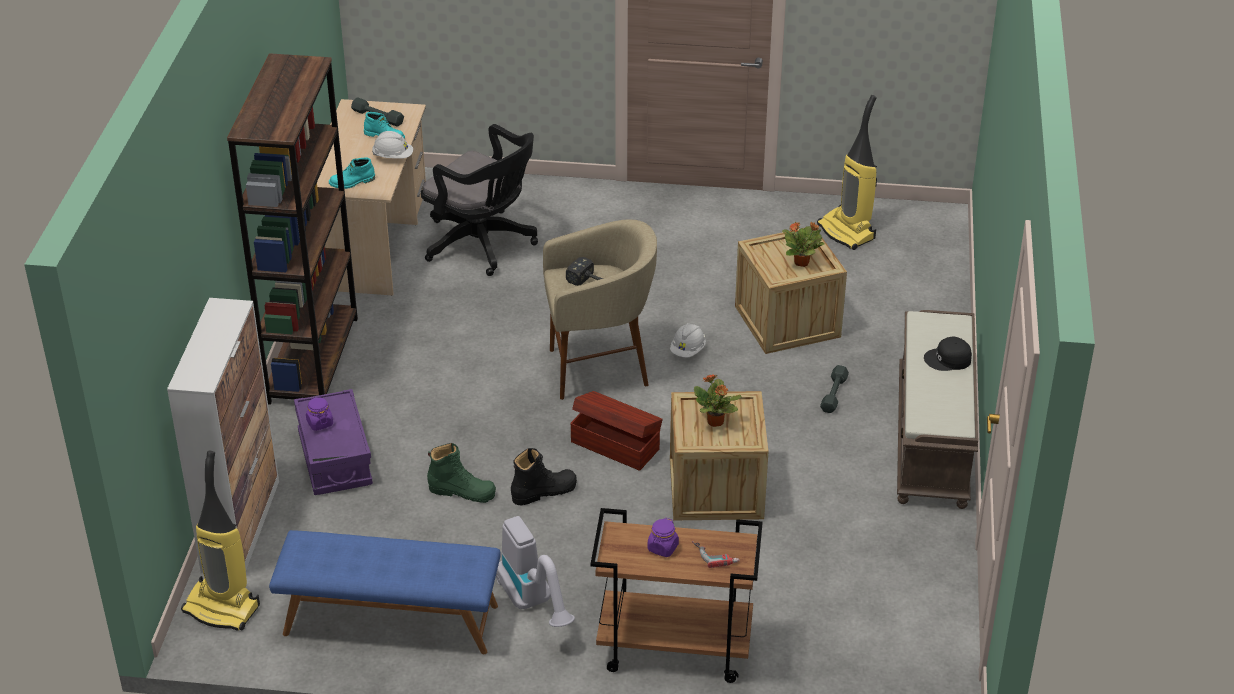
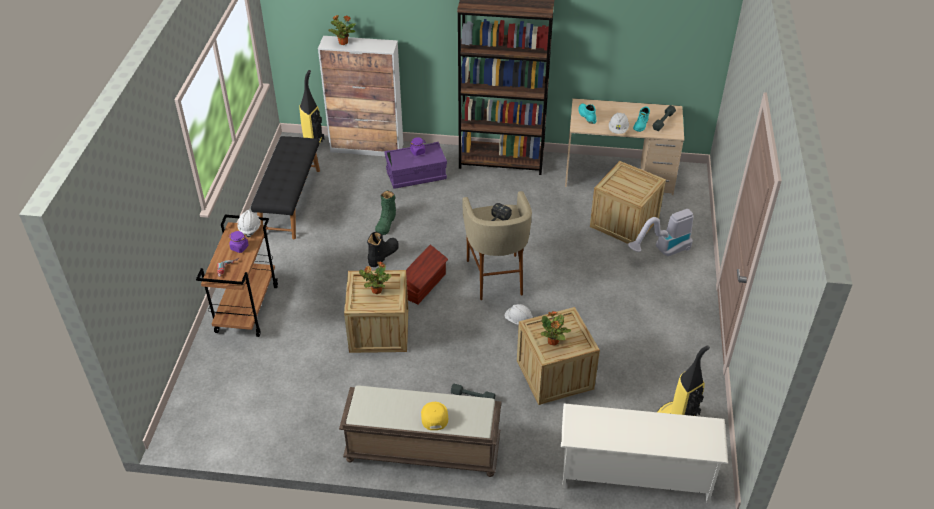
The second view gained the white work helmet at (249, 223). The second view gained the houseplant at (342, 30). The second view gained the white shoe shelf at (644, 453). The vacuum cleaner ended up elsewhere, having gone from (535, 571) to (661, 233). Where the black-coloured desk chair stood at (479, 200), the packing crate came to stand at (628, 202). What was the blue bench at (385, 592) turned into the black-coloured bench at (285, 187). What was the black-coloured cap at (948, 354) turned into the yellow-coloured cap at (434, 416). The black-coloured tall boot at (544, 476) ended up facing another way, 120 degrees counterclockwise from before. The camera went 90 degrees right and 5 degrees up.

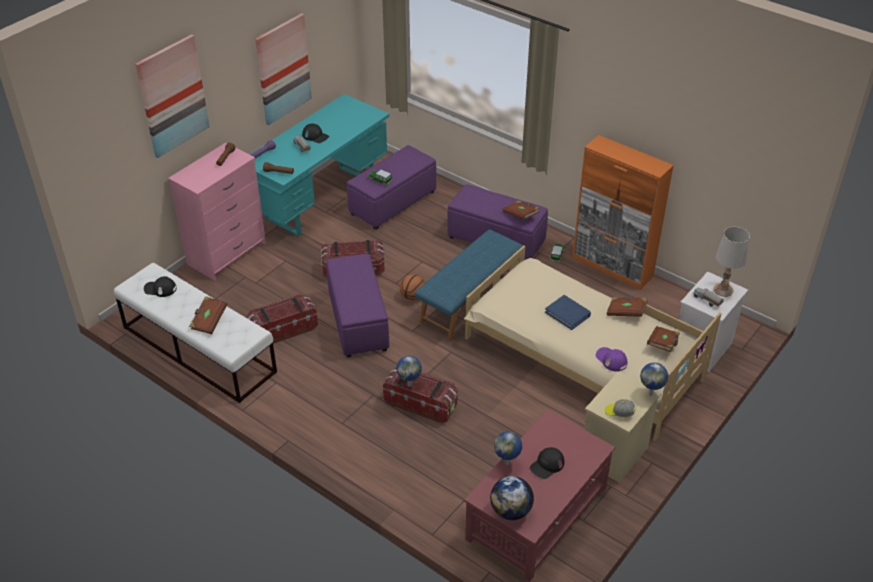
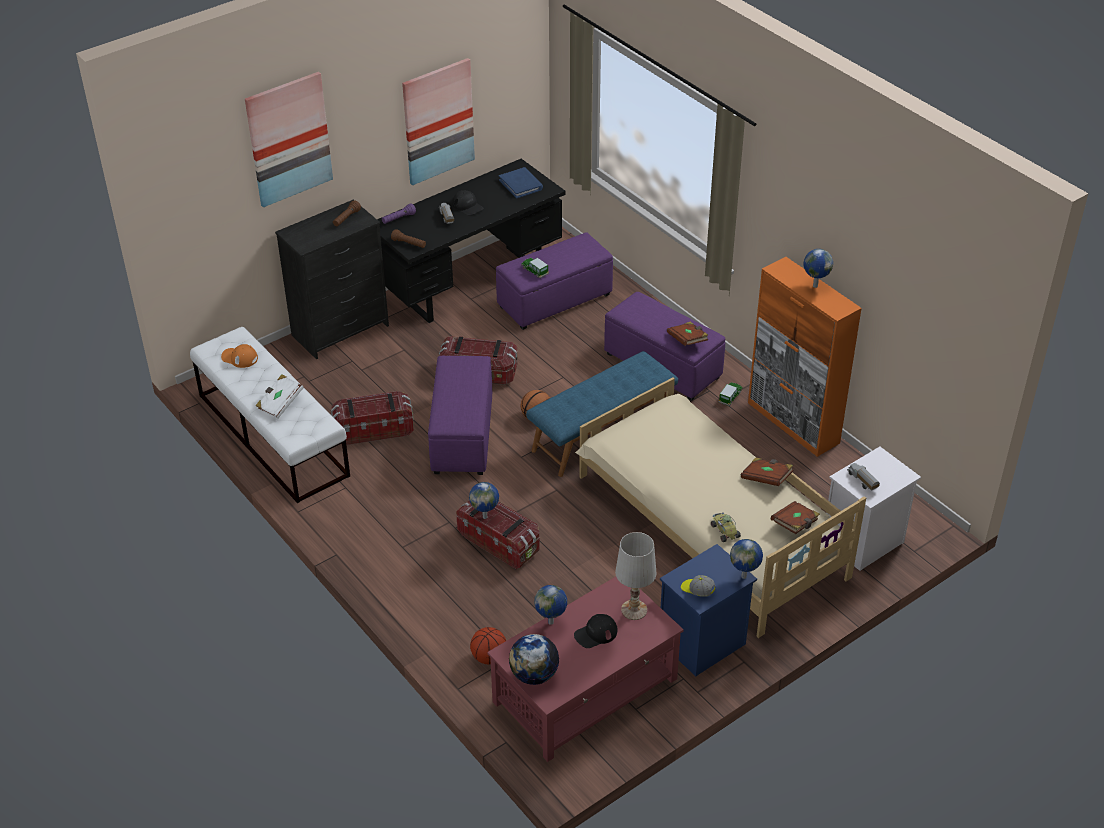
The second view gained the basketball ball at (488, 646). The second view gained the globe at (818, 268). The blue book ended up elsewhere, having gone from (568, 312) to (521, 182). The white table lamp ended up elsewhere, having gone from (732, 262) to (635, 576). Where the purple cap stood at (611, 359), the miniature car came to stand at (726, 527). What was the black-coloured cap at (160, 286) turned into the orange cap at (239, 356). What was the pink-coloured chest of drawers at (217, 212) turned into the black-coloured chest of drawers at (332, 279). What was the brown-coloured book at (208, 315) turned into the white book at (280, 397). What was the turquoise-coloured desk at (319, 165) turned into the black-coloured desk at (471, 241). What was the sand-coloured night table at (622, 427) turned into the blue night table at (708, 610). The camera went 15 degrees right and 0 degrees up.

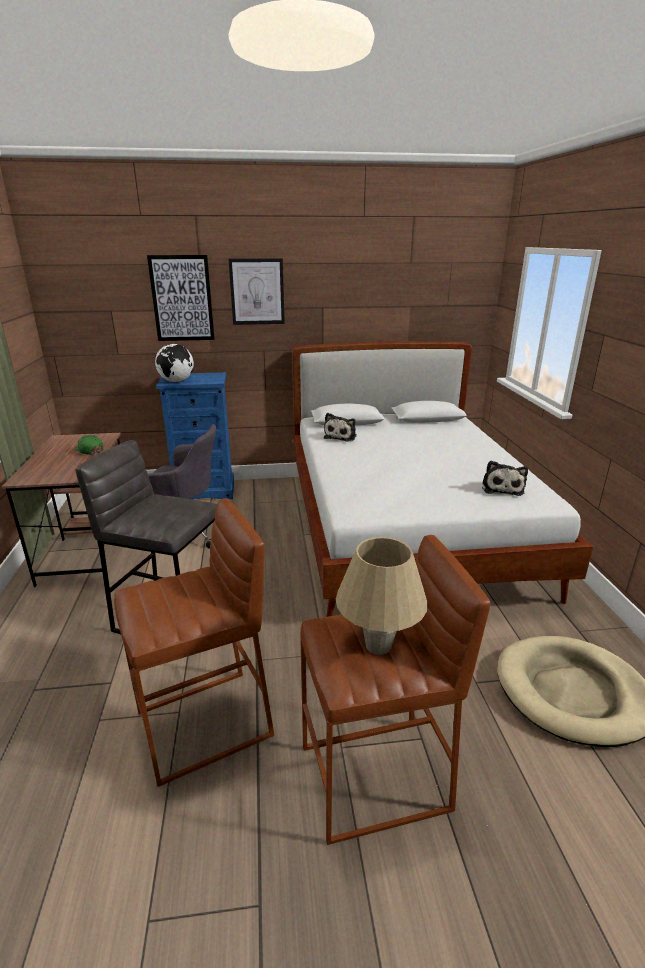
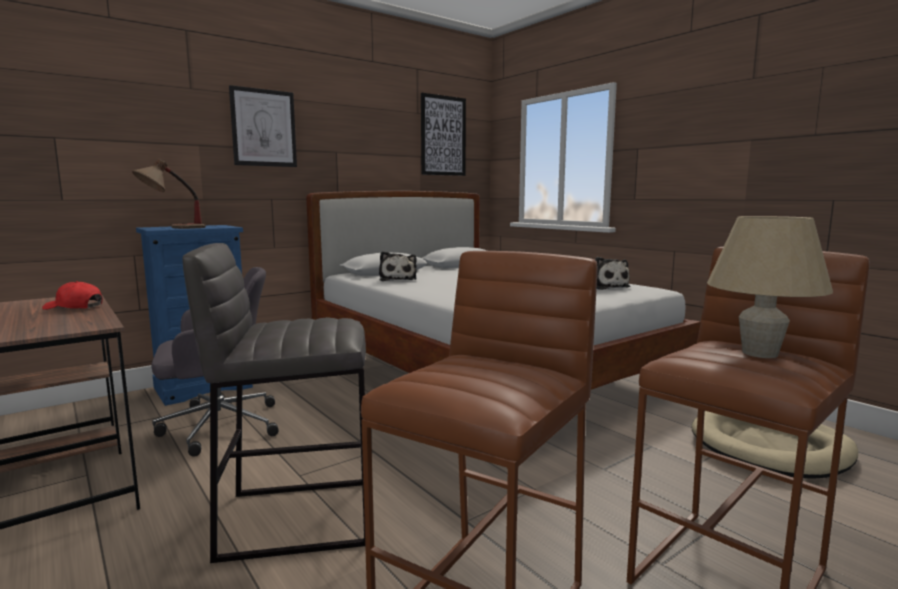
The picture ended up elsewhere, having gone from (181, 298) to (443, 134). Where the globe stood at (174, 363), the table lamp came to stand at (169, 194). What was the green cap at (88, 445) turned into the red-coloured cap at (72, 295). The camera went 30 degrees left and 15 degrees down.

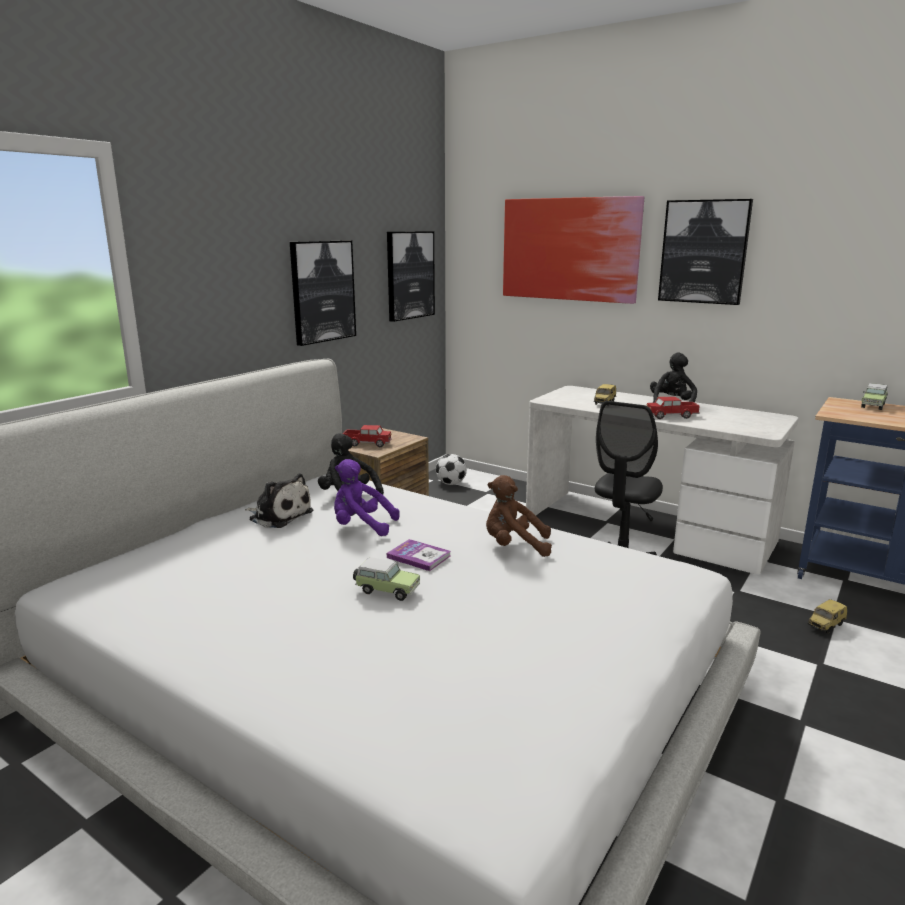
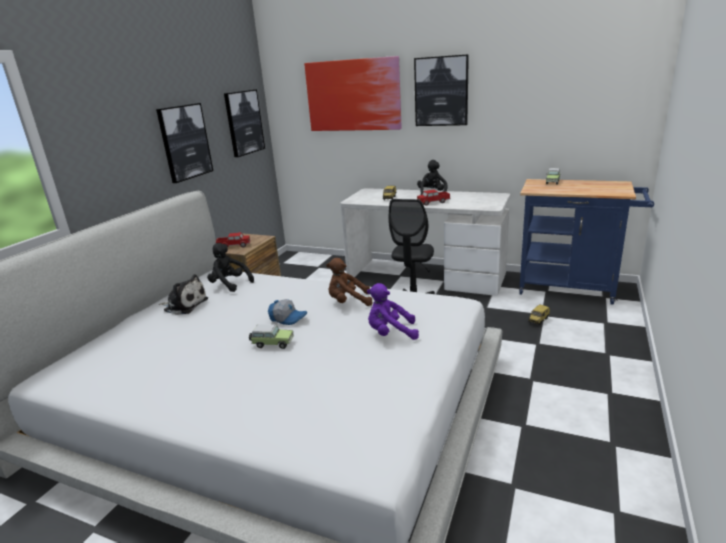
The second view lost the ball for football at (451, 469). The purple soft toy ended up elsewhere, having gone from (367, 497) to (393, 311). Where the book stood at (419, 555), the cap came to stand at (287, 312). The camera went 10 degrees left and 5 degrees up.

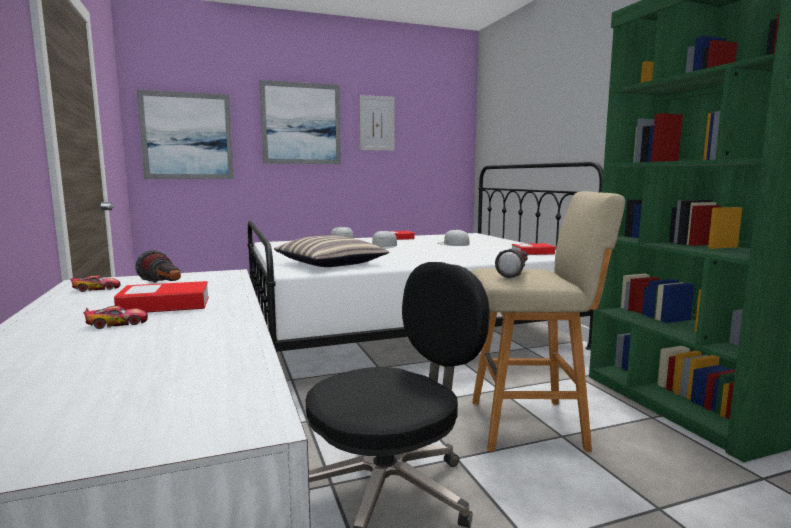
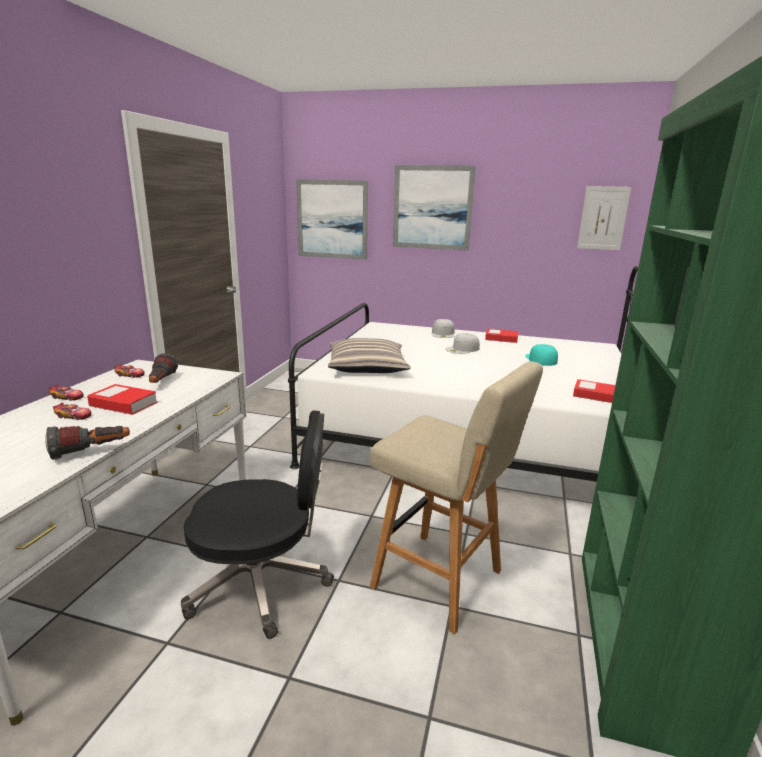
The second view gained the miniature car at (65, 393). The picture ended up elsewhere, having gone from (377, 123) to (604, 218). The hand torch ended up elsewhere, having gone from (511, 263) to (87, 443). What was the white cap at (453, 237) turned into the turquoise-coloured cap at (541, 355). The camera went 35 degrees right and 10 degrees up.

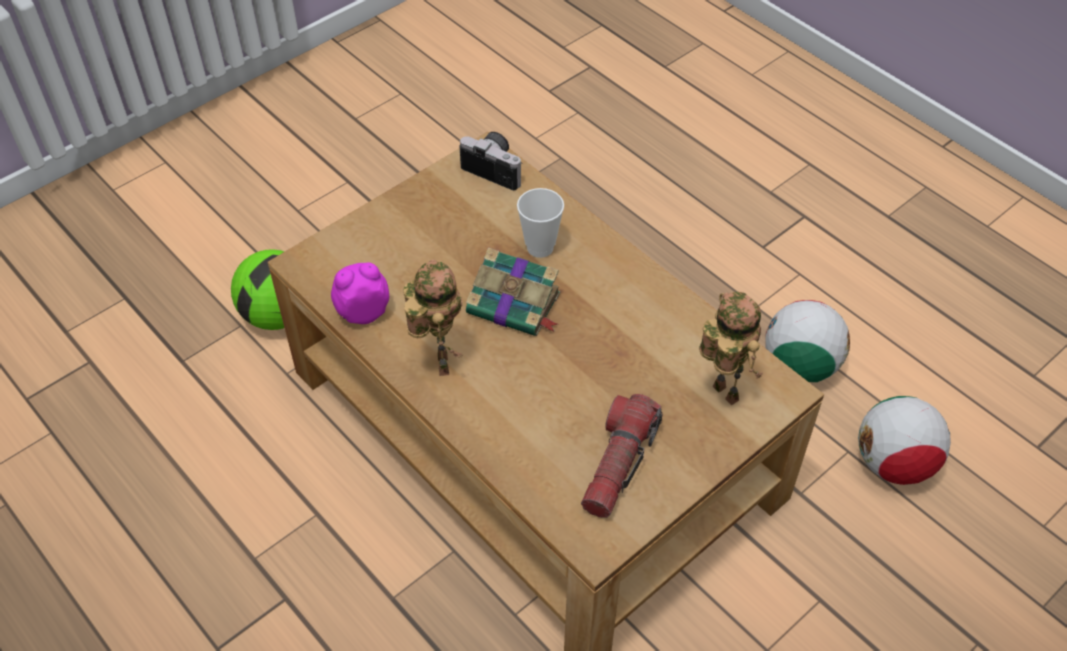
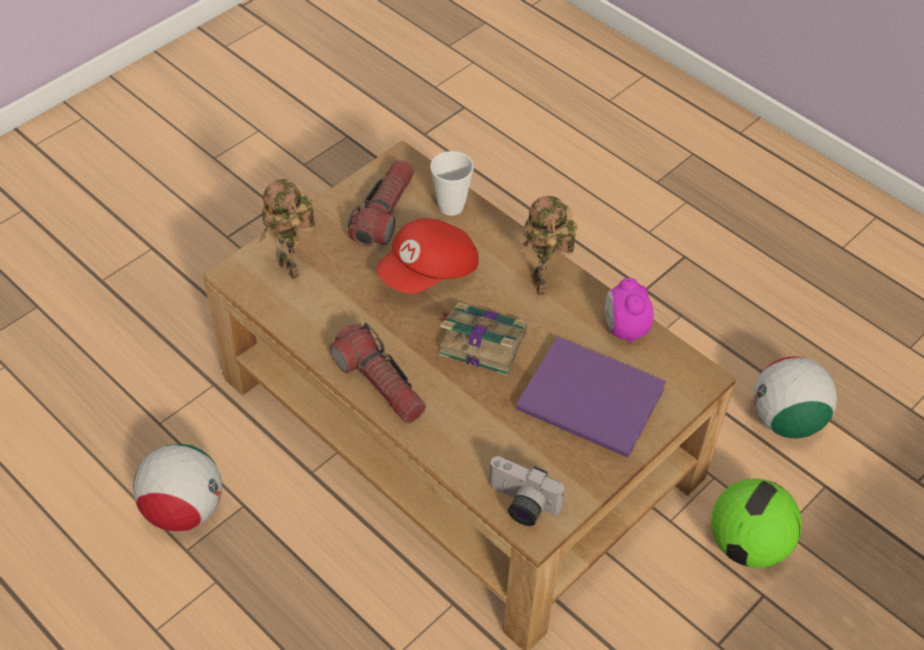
The second view gained the hand torch at (378, 373). The second view gained the red-coloured cap at (428, 256). The second view gained the purple book at (591, 397). The cup ended up elsewhere, having gone from (540, 223) to (452, 183). The ball for football ended up elsewhere, having gone from (904, 440) to (795, 397). The bedside clock at (360, 293) ended up facing another way, 105 degrees clockwise from before. The camera went 175 degrees right and 0 degrees up.

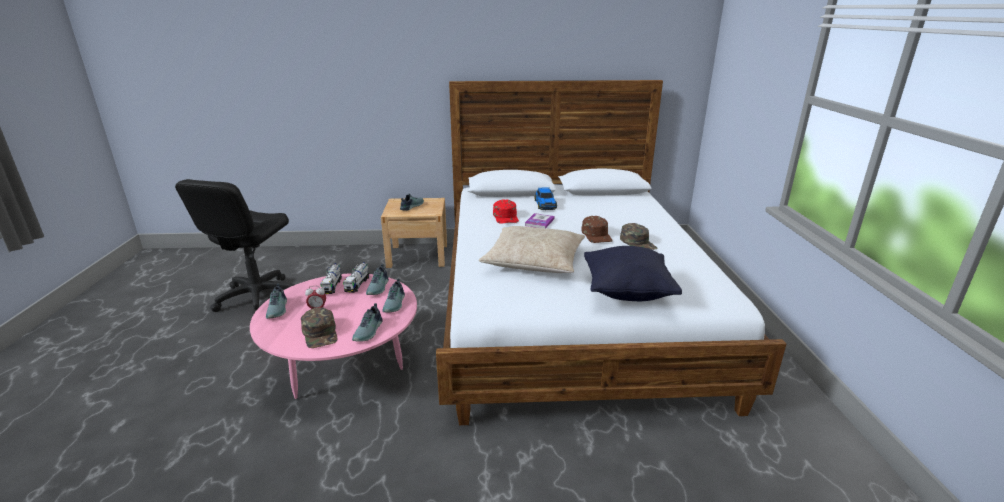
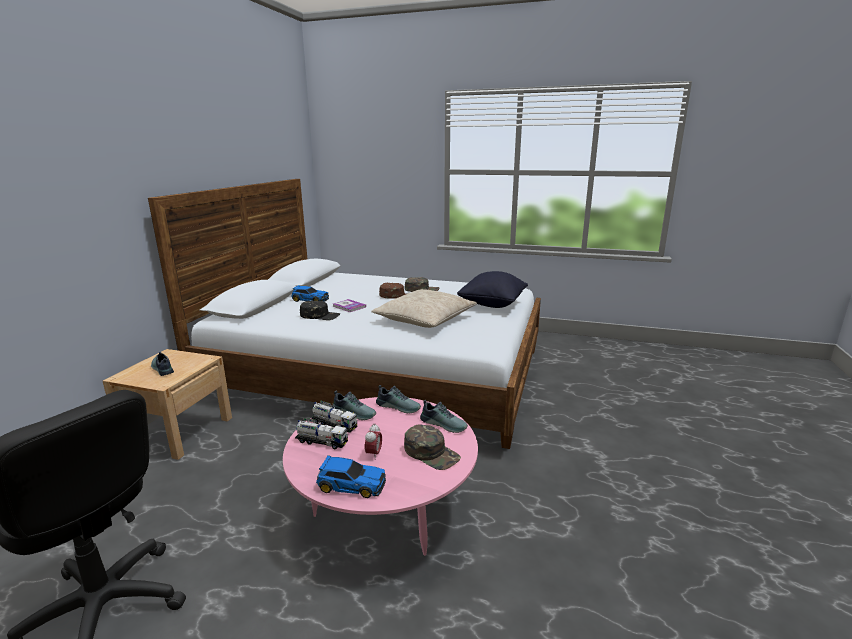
Where the item of footwear stood at (276, 301), the miniature car came to stand at (351, 476). What was the red-coloured cap at (506, 211) turned into the black-coloured cap at (320, 310). The green cap at (319, 327) ended up facing another way, 45 degrees clockwise from before. The camera went 70 degrees left and 5 degrees down.

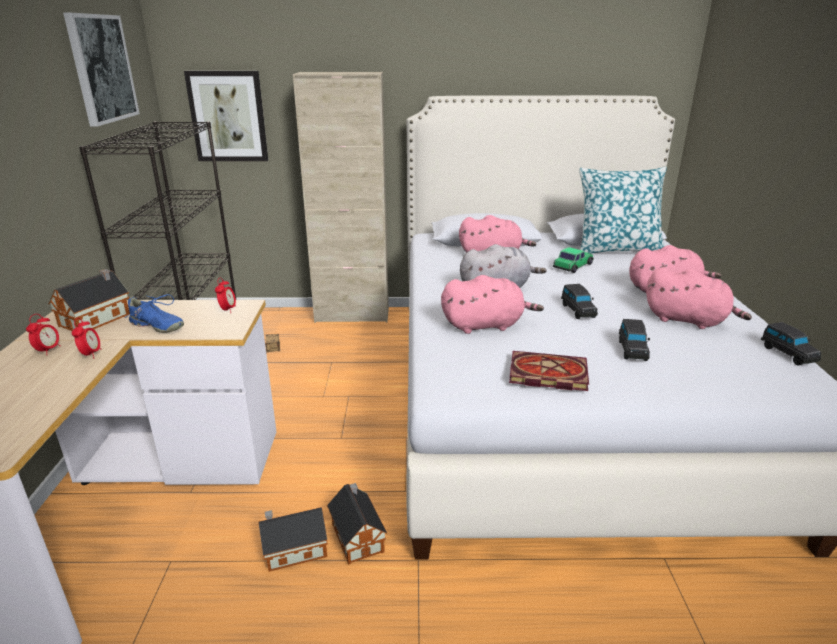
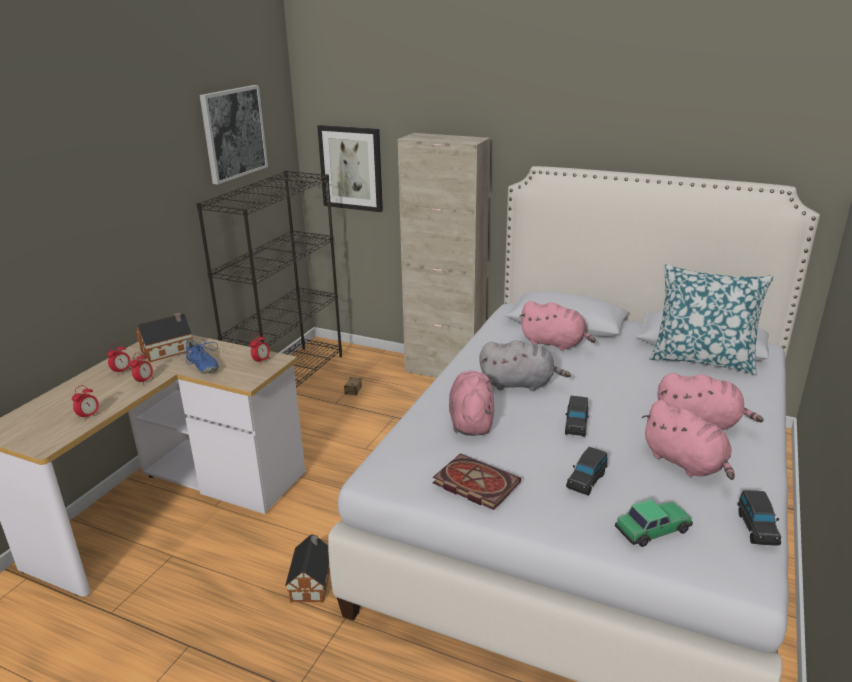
The second view lost the miniature house at (293, 539). The second view gained the bedside clock at (86, 403). The miniature car ended up elsewhere, having gone from (573, 260) to (654, 523). The pink-coloured soft toy at (492, 304) ended up facing another way, 105 degrees counterclockwise from before. The camera went 25 degrees right and 0 degrees up.

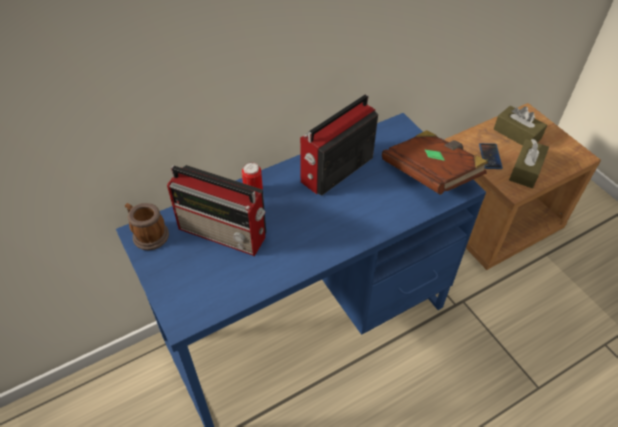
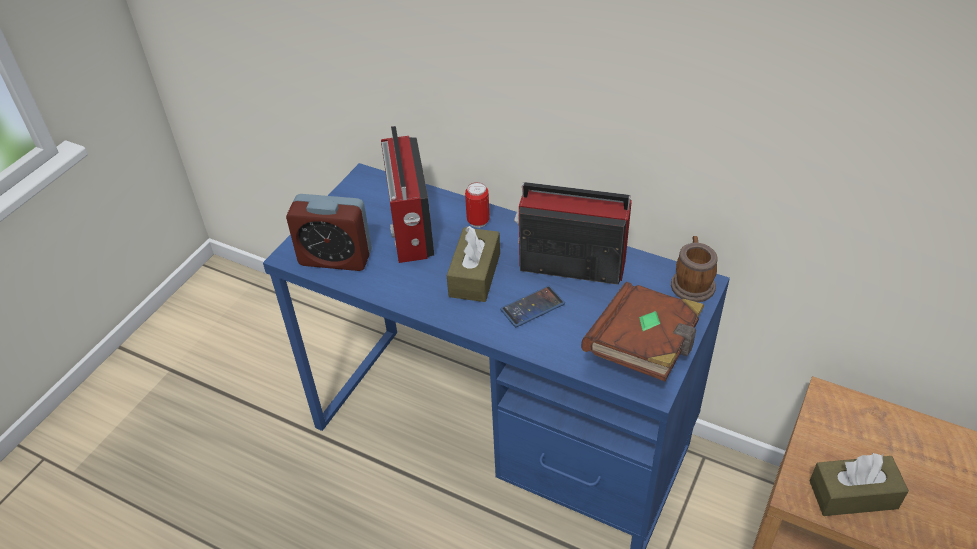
The second view gained the bedside clock at (329, 232). The tea mug ended up elsewhere, having gone from (147, 226) to (694, 269). The phone ended up elsewhere, having gone from (491, 156) to (532, 306). The brown-coloured tissue holder ended up elsewhere, having gone from (520, 126) to (473, 264). The camera went 60 degrees right and 5 degrees down.

